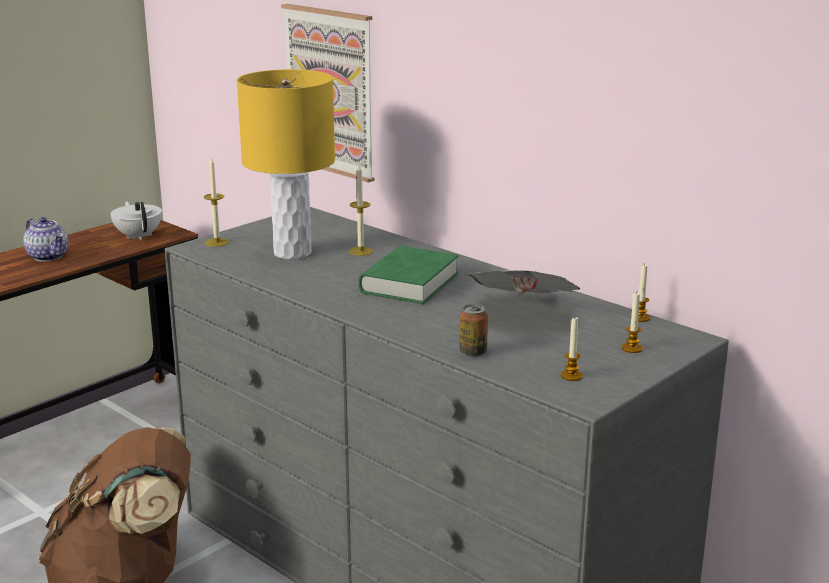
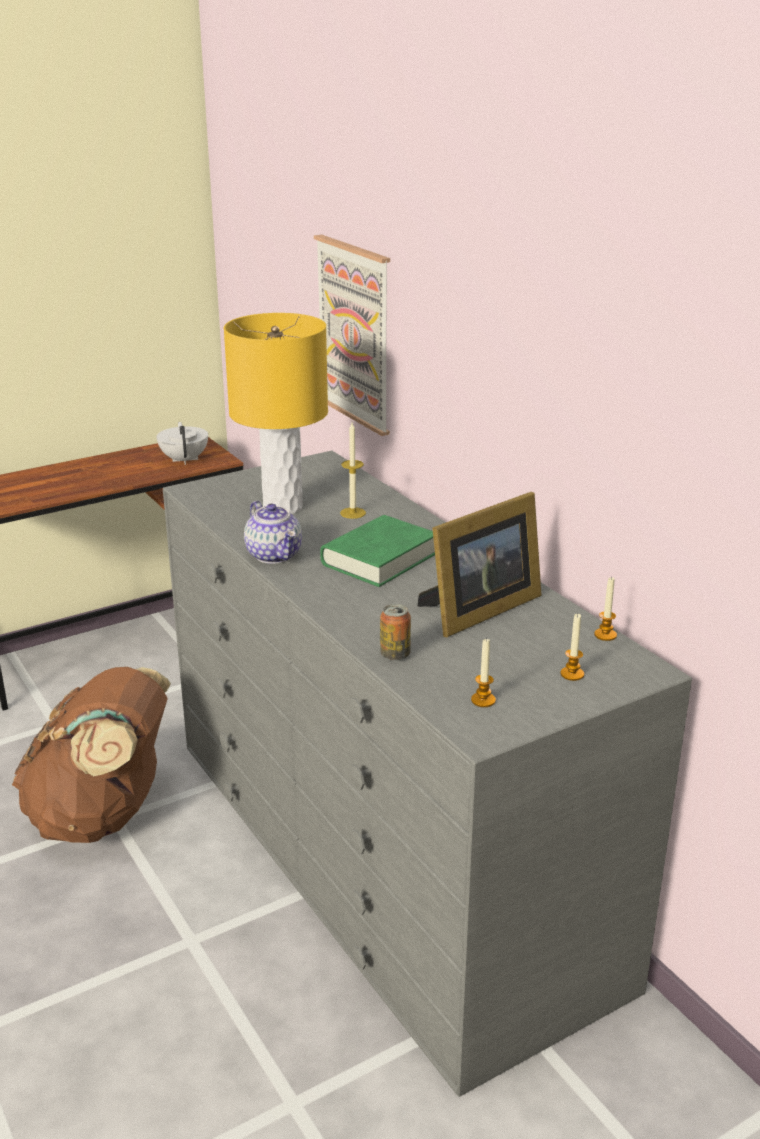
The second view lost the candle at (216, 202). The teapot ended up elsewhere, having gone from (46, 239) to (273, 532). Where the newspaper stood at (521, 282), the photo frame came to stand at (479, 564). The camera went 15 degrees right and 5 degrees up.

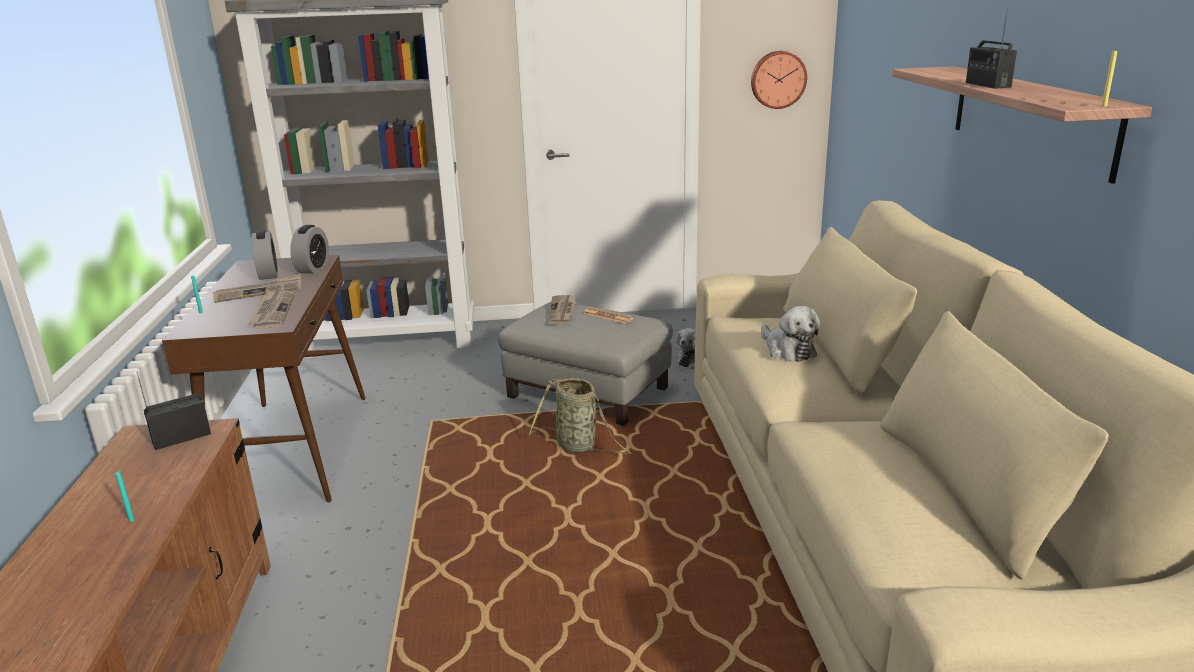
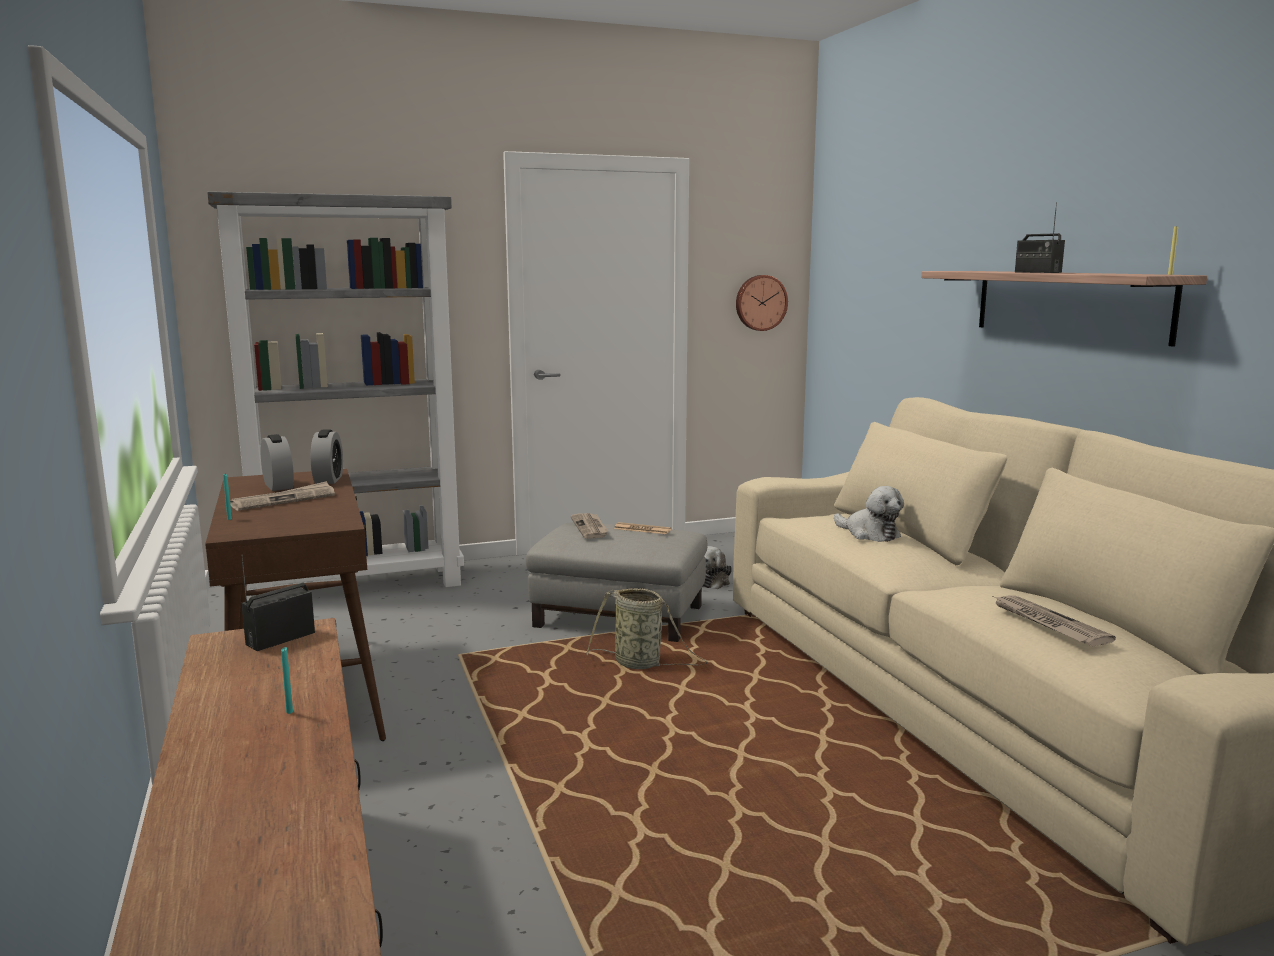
The newspaper ended up elsewhere, having gone from (271, 309) to (1053, 620). The camera went 15 degrees left and 10 degrees down.

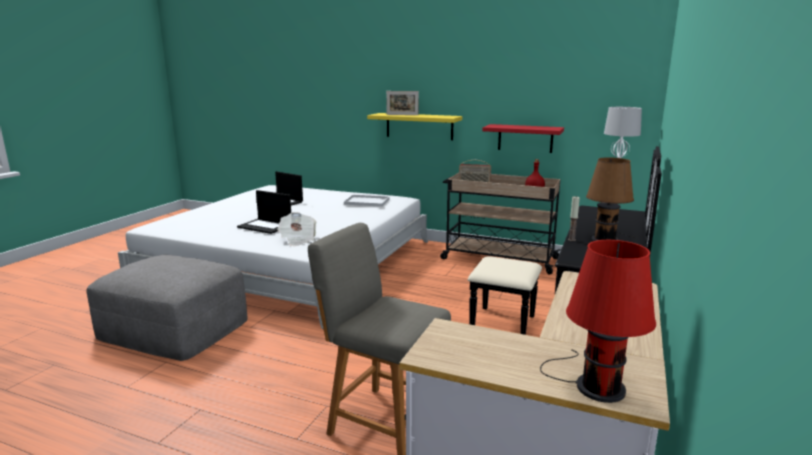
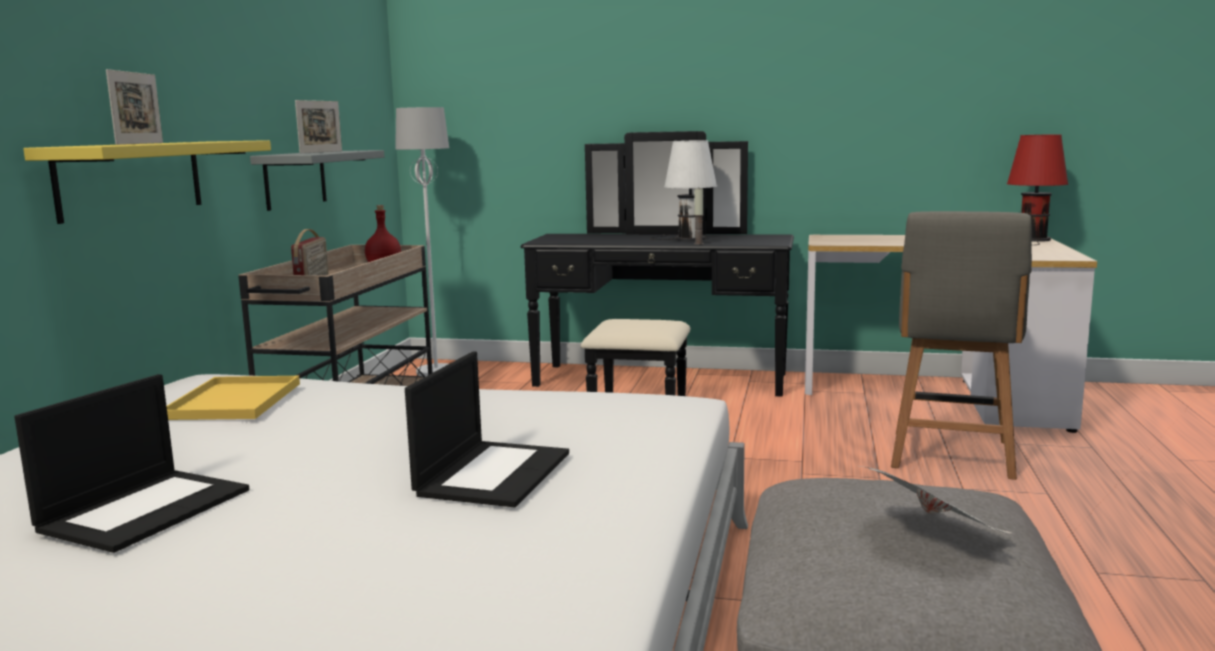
The second view gained the photo frame at (318, 126). The newspaper ended up elsewhere, having gone from (296, 229) to (936, 500). What was the white tray at (366, 201) turned into the yellow-coloured tray at (233, 398). What was the red-coloured wall shelf at (523, 138) turned into the grey wall shelf at (317, 180). What was the brown-coloured table lamp at (612, 199) turned into the white table lamp at (683, 190). The camera went 100 degrees left and 5 degrees down.

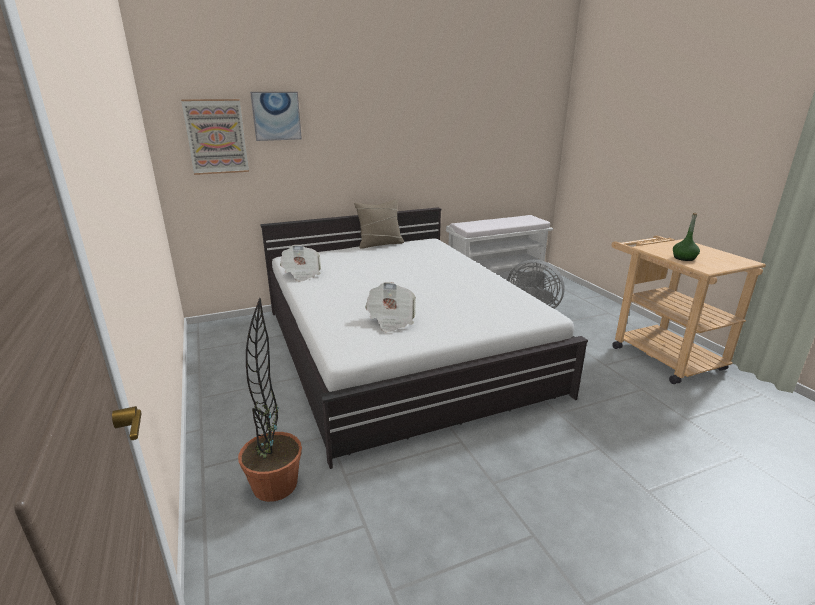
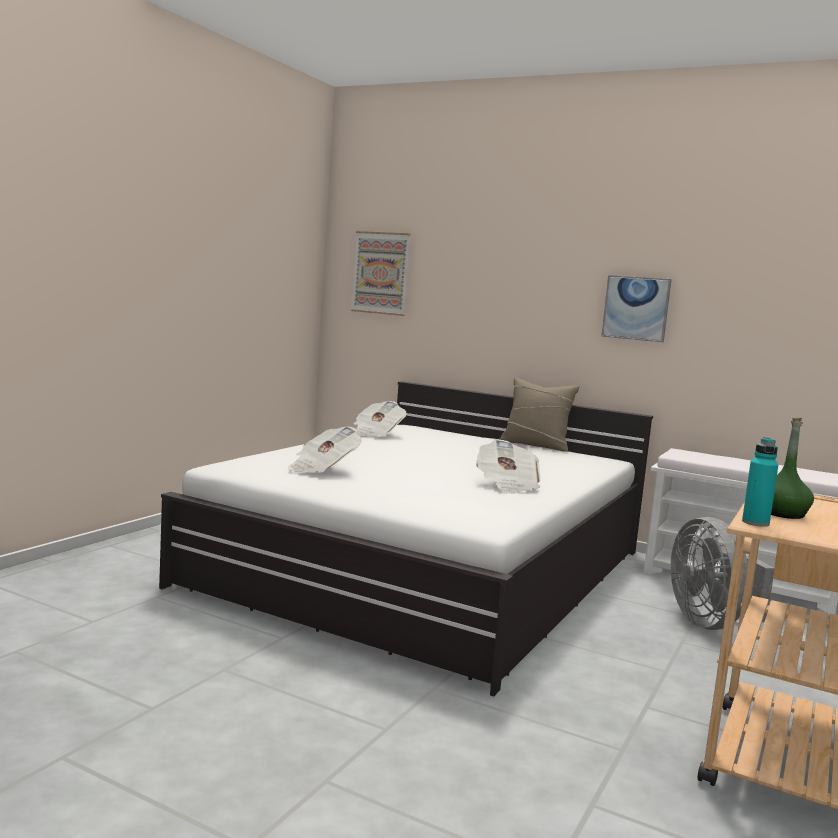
The second view lost the houseplant at (270, 400). The second view gained the newspaper at (508, 467). The second view gained the turquoise-coloured beverage bottle at (760, 482). The picture ended up elsewhere, having gone from (276, 116) to (636, 308). The camera went 50 degrees right and 15 degrees down.

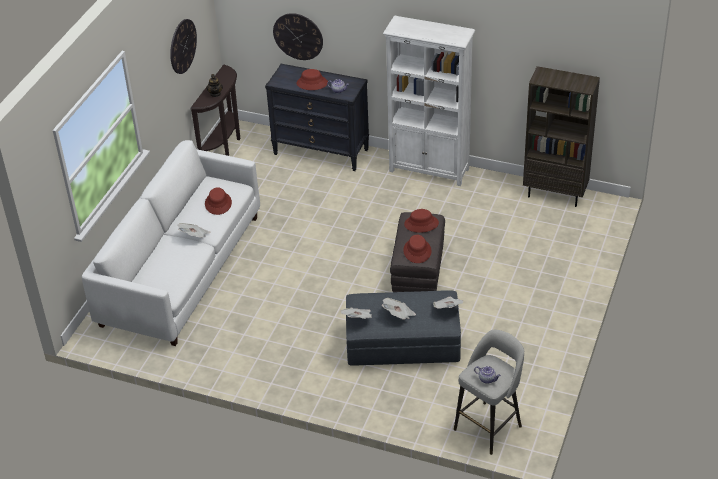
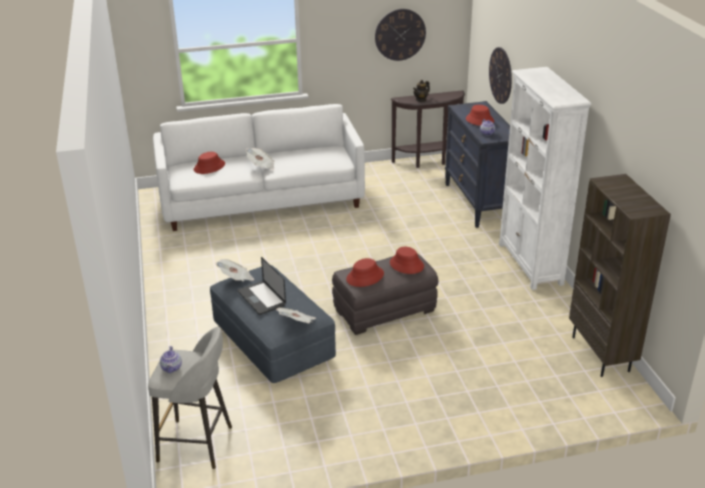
The red-coloured hat ended up elsewhere, having gone from (218, 201) to (209, 163). Where the newspaper stood at (399, 309), the laptop came to stand at (262, 286). The camera went 55 degrees right and 10 degrees down.

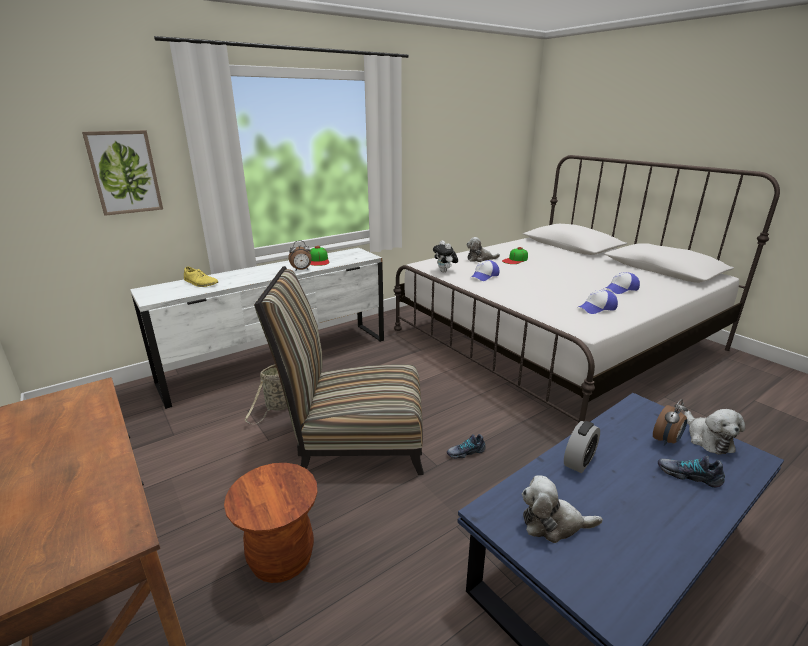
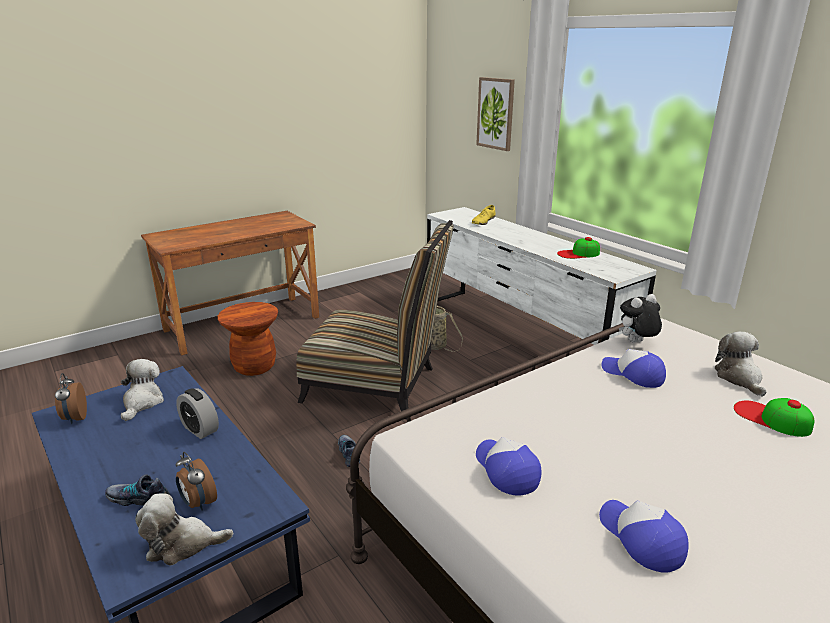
The bedside clock ended up elsewhere, having gone from (300, 256) to (71, 398). The chair at (339, 370) ended up facing another way, 105 degrees clockwise from before. The item of footwear at (691, 471) ended up facing another way, 105 degrees counterclockwise from before. The camera went 90 degrees right and 0 degrees up.

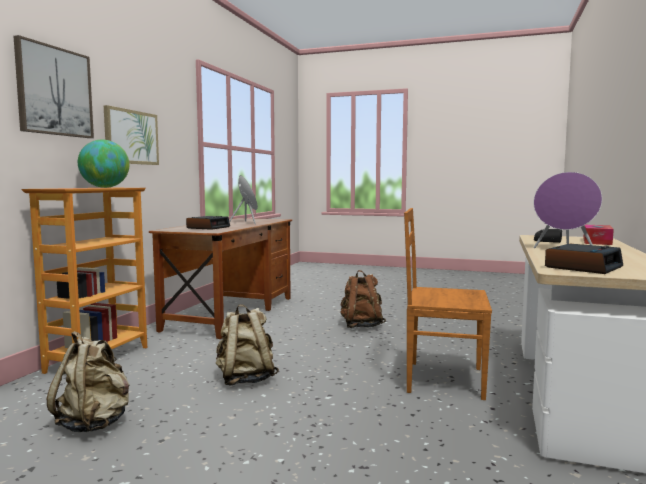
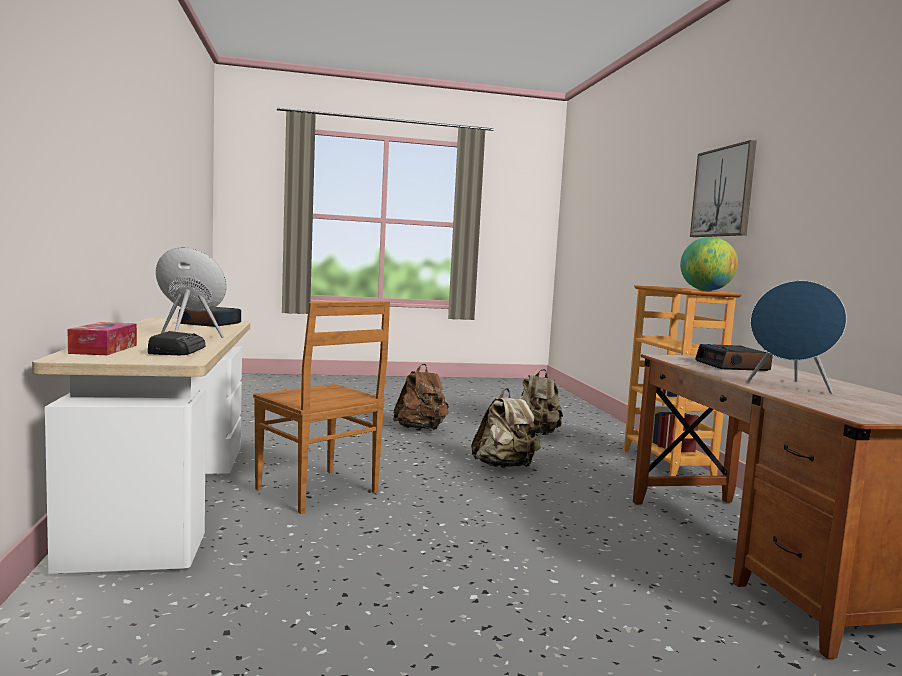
The second view lost the picture at (131, 135). The brown-coloured knapsack ended up elsewhere, having gone from (363, 299) to (421, 397). The brown-coloured chair at (448, 304) ended up facing another way, 60 degrees clockwise from before. The camera went 150 degrees right and 0 degrees up.

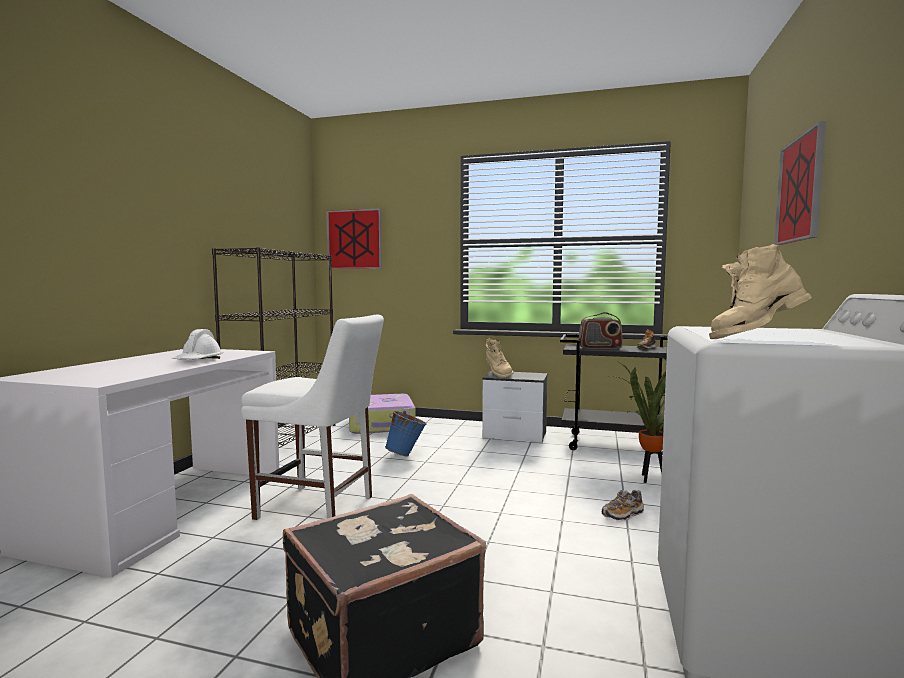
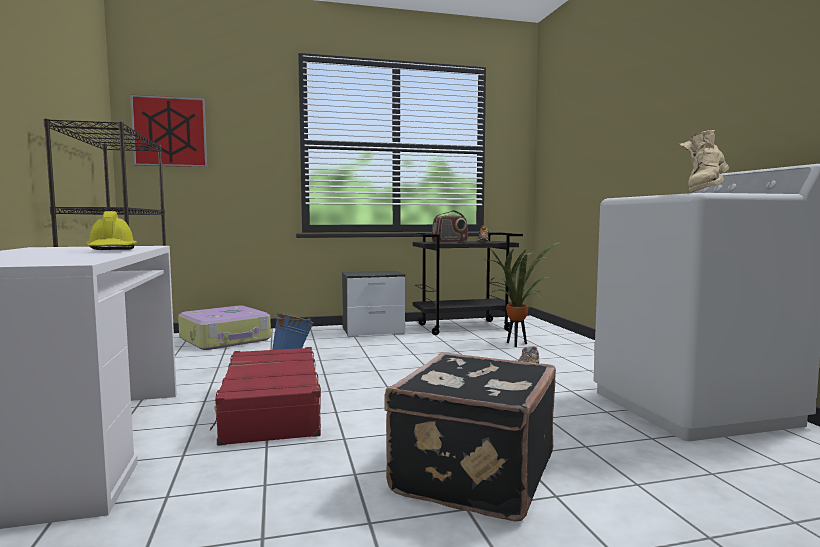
The second view lost the sand-coloured tall boot at (499, 358). The second view lost the picture at (800, 183). Where the white chair stood at (312, 417), the red-coloured travel case came to stand at (265, 396). What was the white work helmet at (197, 344) turned into the yellow-coloured work helmet at (111, 230). The camera went 30 degrees left and 0 degrees up.

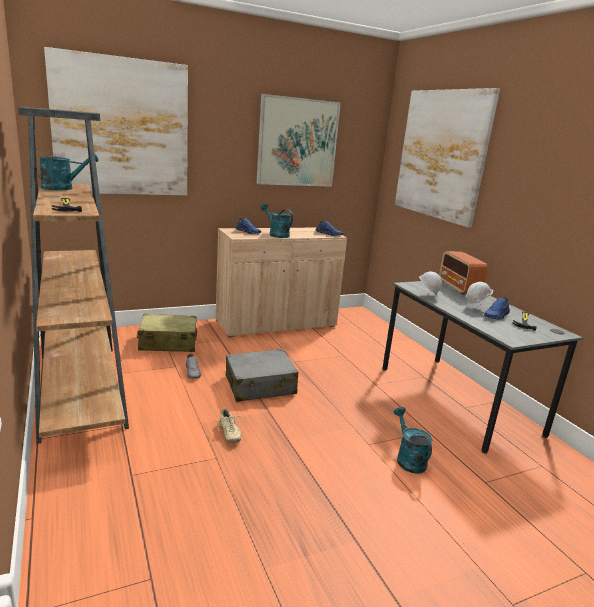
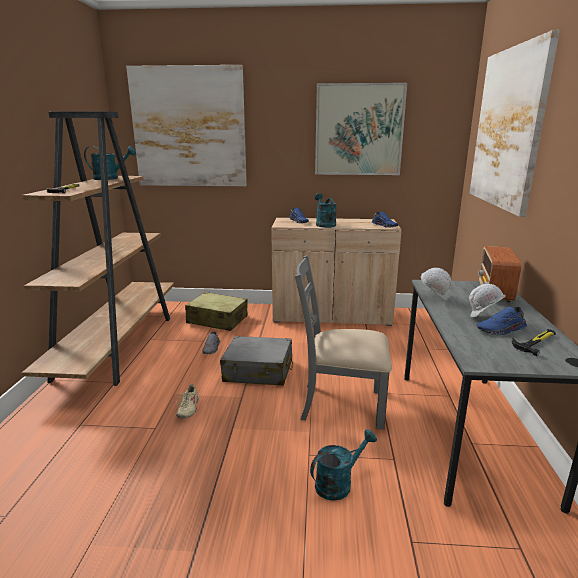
The second view gained the grey chair at (343, 342). The turquoise-coloured watering pot at (413, 440) ended up facing another way, 45 degrees clockwise from before. The camera went 30 degrees right and 0 degrees up.

